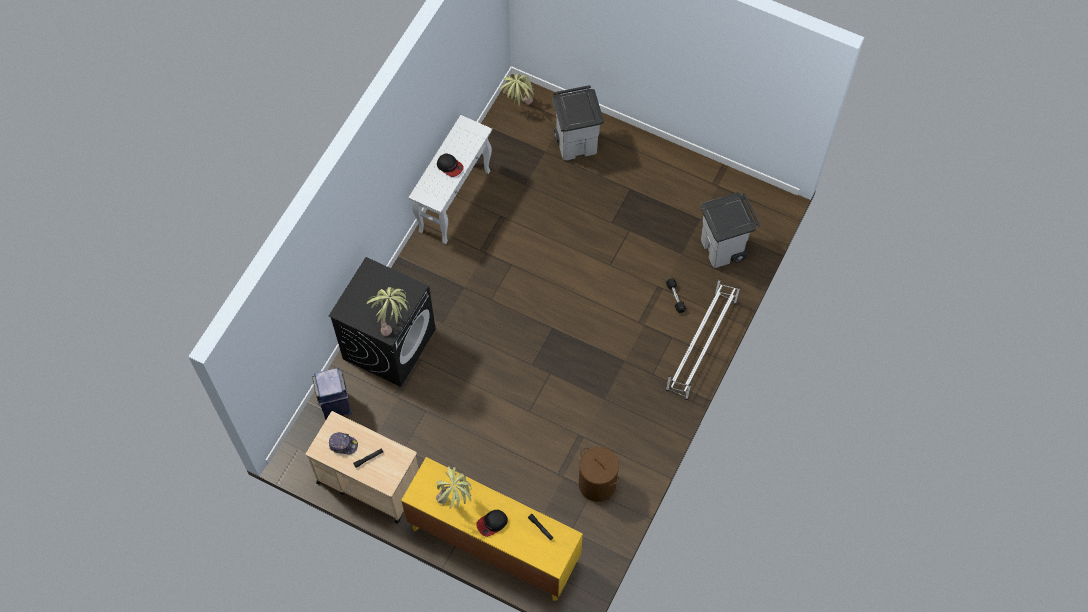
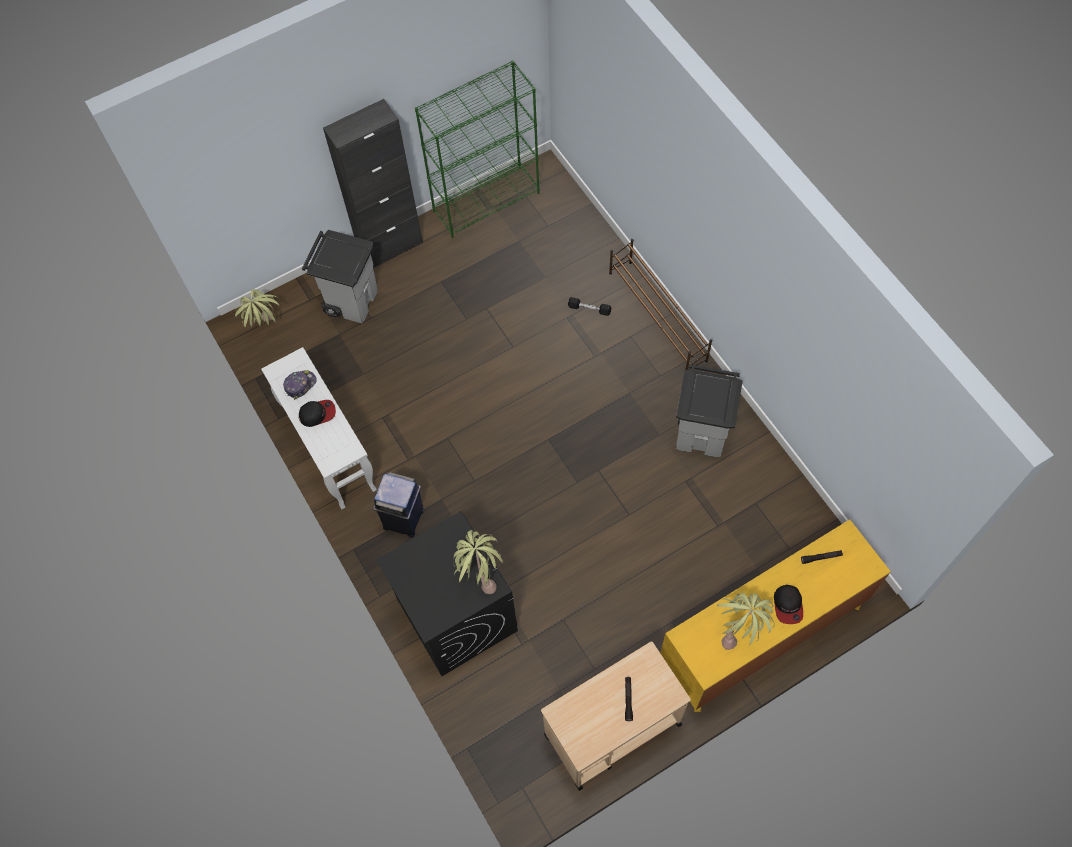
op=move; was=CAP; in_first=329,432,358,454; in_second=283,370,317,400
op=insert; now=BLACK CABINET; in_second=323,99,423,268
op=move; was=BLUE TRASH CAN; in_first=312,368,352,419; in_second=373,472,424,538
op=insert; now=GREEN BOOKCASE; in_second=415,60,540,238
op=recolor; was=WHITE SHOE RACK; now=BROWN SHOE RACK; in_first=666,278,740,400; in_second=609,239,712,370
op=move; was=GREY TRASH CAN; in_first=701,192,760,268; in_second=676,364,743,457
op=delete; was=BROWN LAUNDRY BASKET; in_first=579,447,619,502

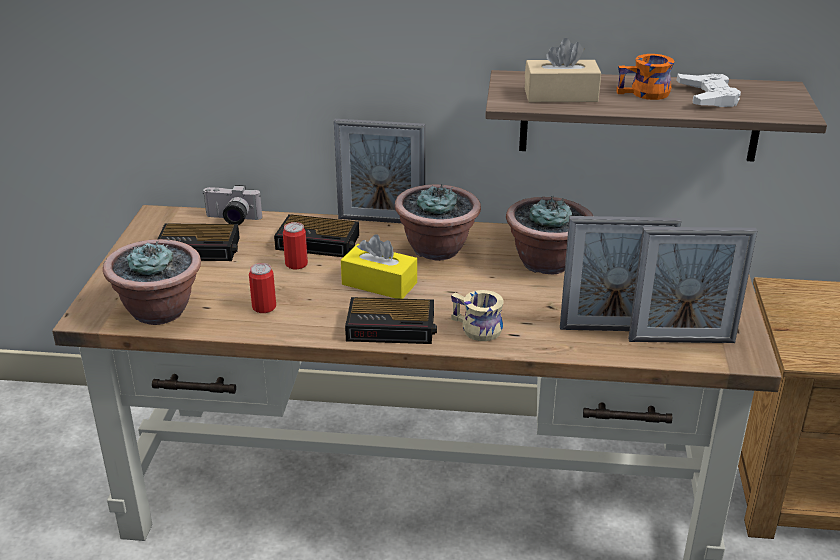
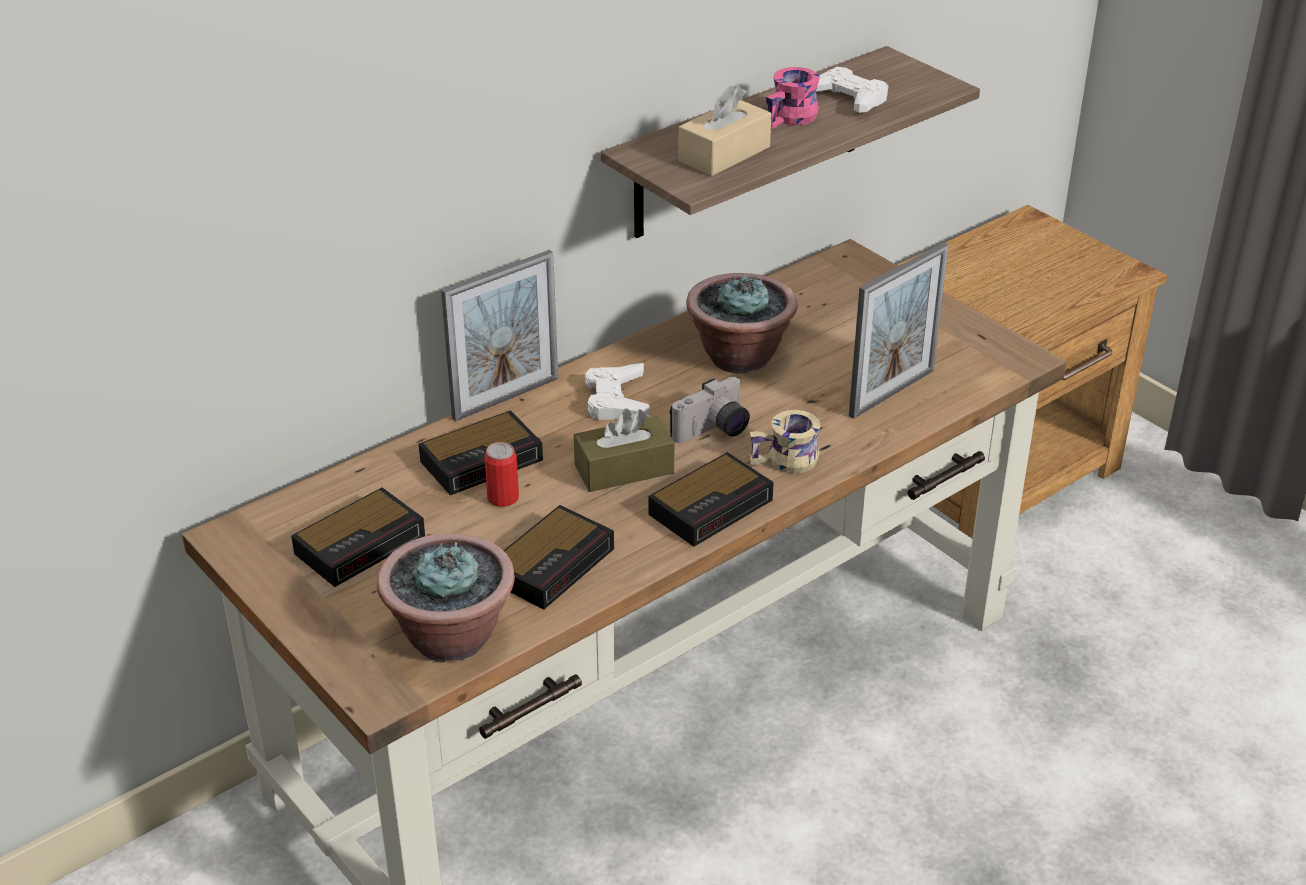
op=replace; was=CAN; now=ALARM CLOCK; in_first=249,263,276,313; in_second=504,505,614,610
op=recolor; was=YELLOW TISSUE BOX; now=BROWN TISSUE BOX; in_first=341,234,417,299; in_second=574,408,675,492
op=replace; was=POTTED PLANT; now=WHITE GAME CONTROLLER; in_first=395,184,481,261; in_second=585,363,650,420
op=move; was=PHOTO CAMERA; in_first=202,185,262,225; in_second=670,377,750,443
op=recolor; was=ORANGE MUG; now=PINK MUG; in_first=616,54,674,100; in_second=766,67,820,130
op=delete; was=PICTURE FRAME; in_first=628,227,757,343

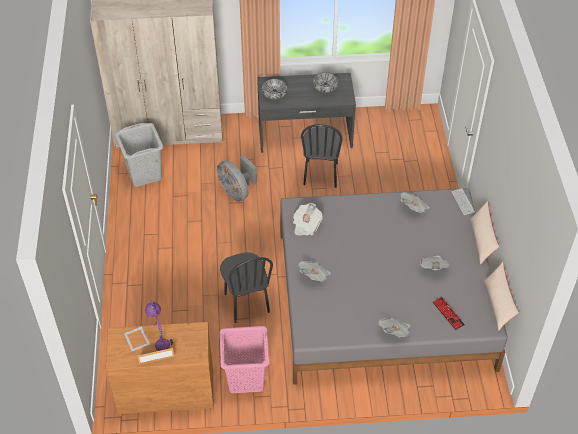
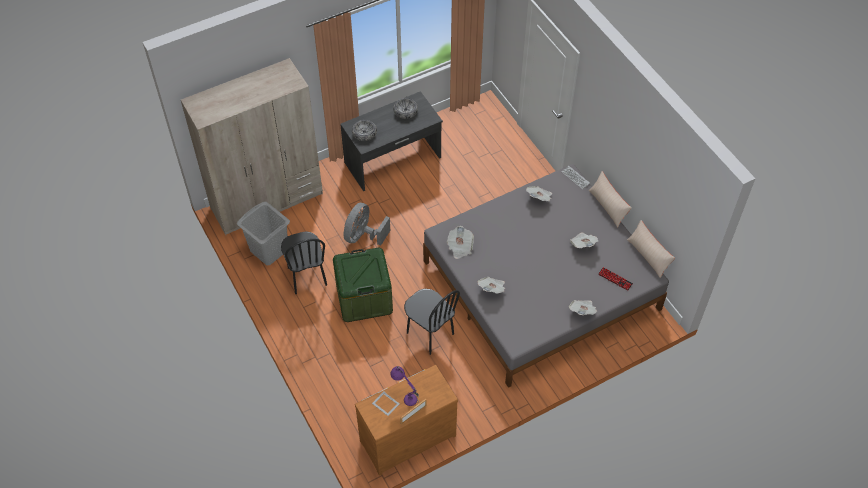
op=move; was=BLACK CHAIR; in_first=301,124,343,188; in_second=281,231,327,294
op=insert; now=GREEN STORAGE BOX; in_second=333,248,393,322
op=rotate; was=GREY FAN; in_first=217,155,257,202; in_second=344,203,390,246; clockwise=90
op=delete; was=PINK LAUNDRY BASKET; in_first=220,326,269,393

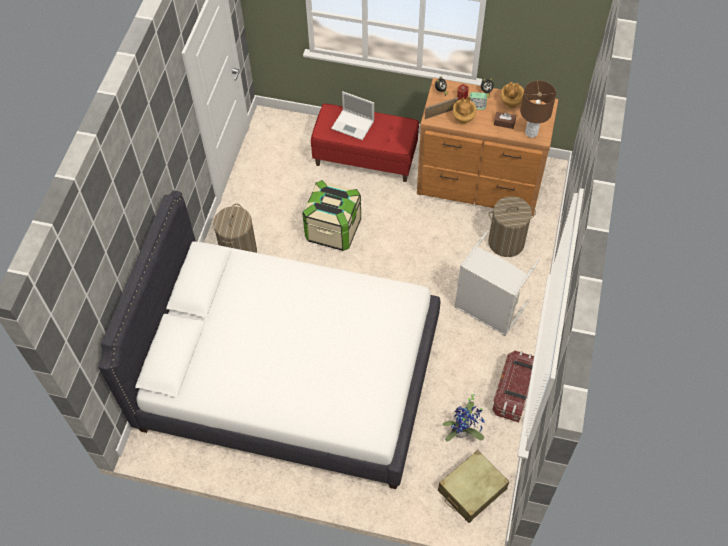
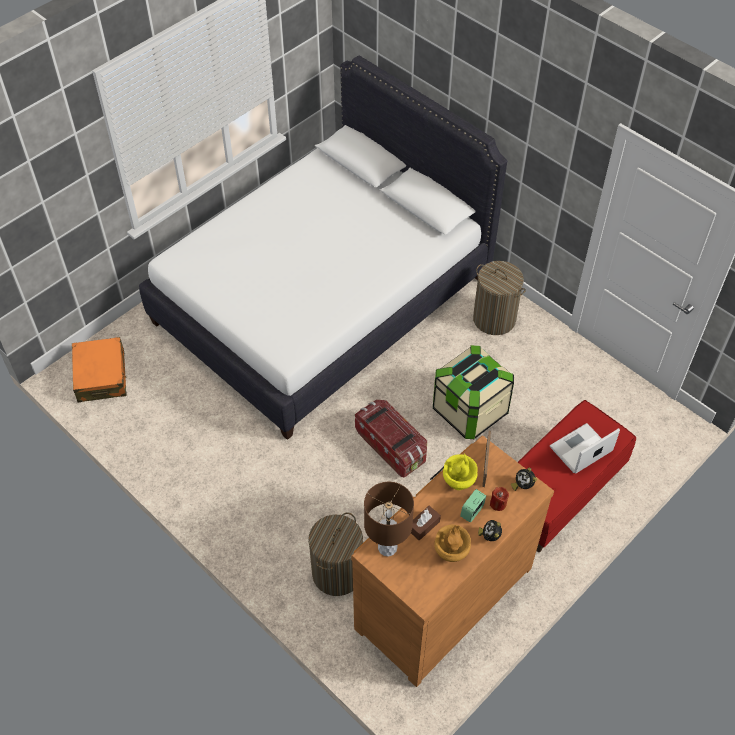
op=recolor; was=BEIGE SUITCASE; now=ORANGE SUITCASE; in_first=438,450,509,523; in_second=72,337,127,402
op=move; was=STORAGE BOX; in_first=492,351,534,422; in_second=355,400,427,478
op=recolor; was=BROWN VASE; now=YELLOW VASE; in_first=453,97,476,125; in_second=443,453,478,490
op=delete; was=POTTED PLANT; in_first=443,392,484,442
op=delete; was=GREY LAUNDRY BASKET; in_first=455,231,540,336

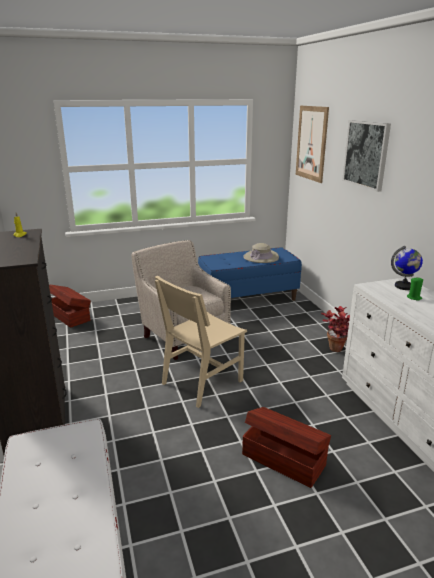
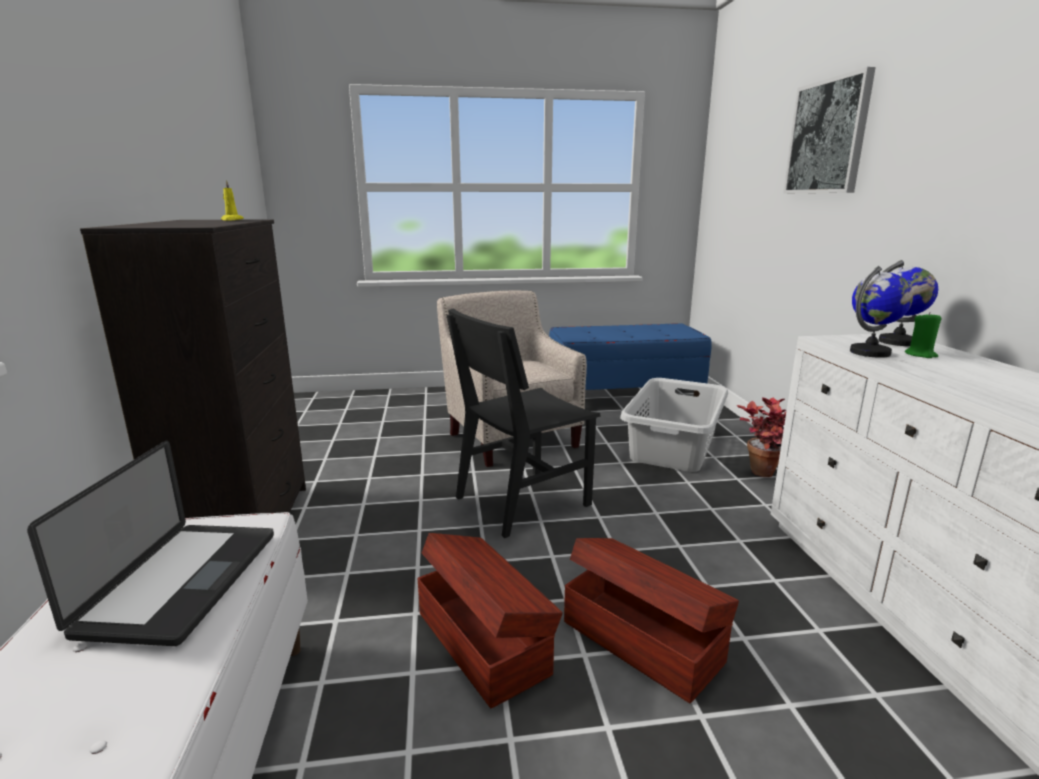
op=insert; now=LAPTOP; in_second=27,441,274,646
op=move; was=BROWN STORAGE BOX; in_first=49,284,91,328; in_second=417,533,563,708
op=recolor; was=BEIGE CHAIR; now=BLACK CHAIR; in_first=155,276,247,408; in_second=447,308,601,538
op=insert; now=GREY LAUNDRY BASKET; in_second=620,378,728,472
op=insert; now=GLOBE; in_second=850,266,913,358
op=delete; was=BEIGE HAT; in_first=243,243,279,263
op=delete; was=PICTURE; in_first=296,106,329,183

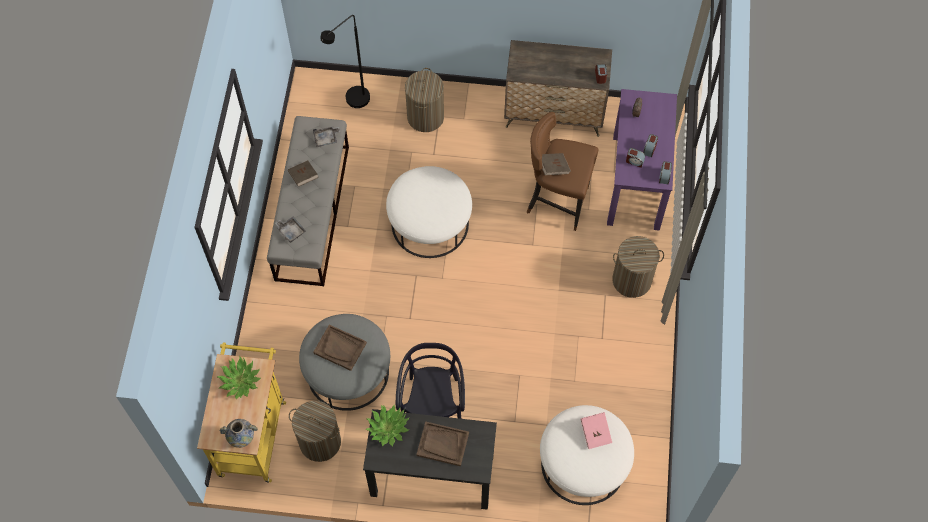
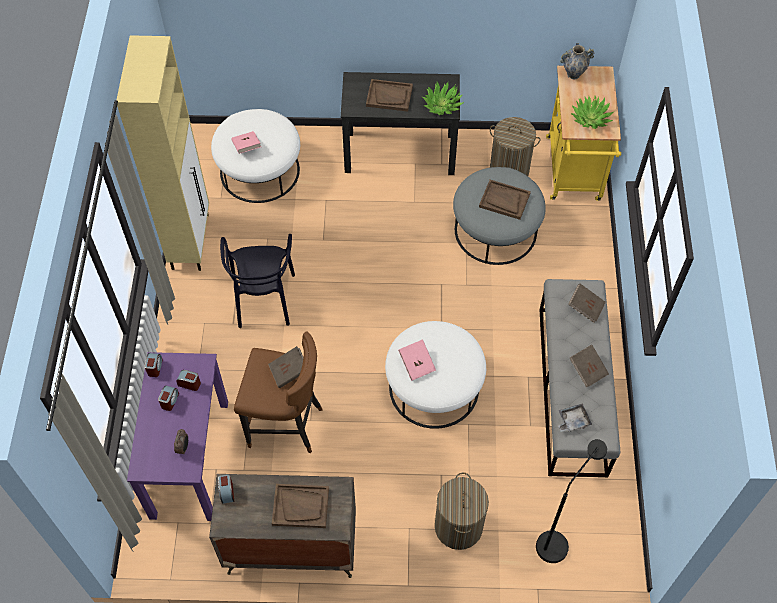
op=insert; now=BEIGE CABINET; in_second=117,35,209,271
op=move; was=BLACK CHAIR; in_first=396,343,465,419; in_second=220,234,295,328
op=insert; now=BROWN TRAY; in_second=272,484,329,528
op=insert; now=PINK BOOK; in_second=398,339,436,381
op=replace; was=GREY TRAY; now=BROWN BOOK; in_first=275,217,306,243; in_second=568,284,606,323
op=delete; was=LAUNDRY BASKET; in_first=612,236,664,298

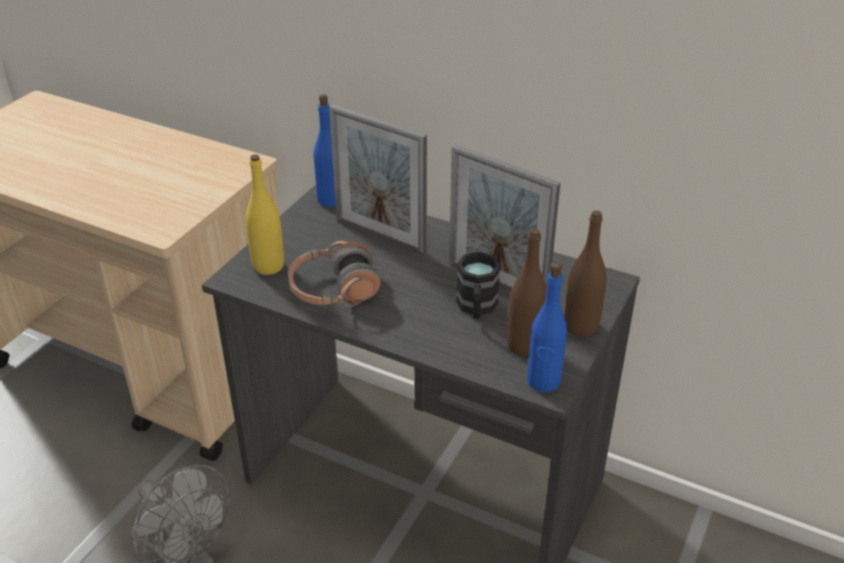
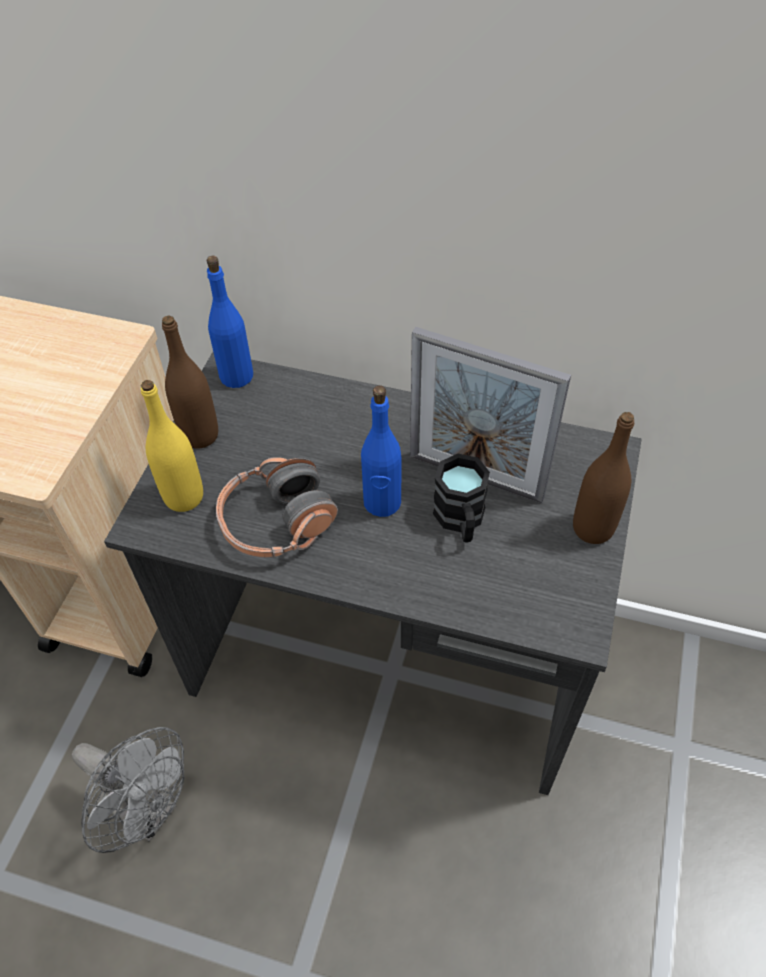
op=move; was=BROWN BOTTLE; in_first=507,228,547,356; in_second=162,316,218,449
op=move; was=BLUE BOTTLE; in_first=527,262,567,392; in_second=361,385,401,517
op=delete; was=PICTURE FRAME; in_first=329,104,427,254

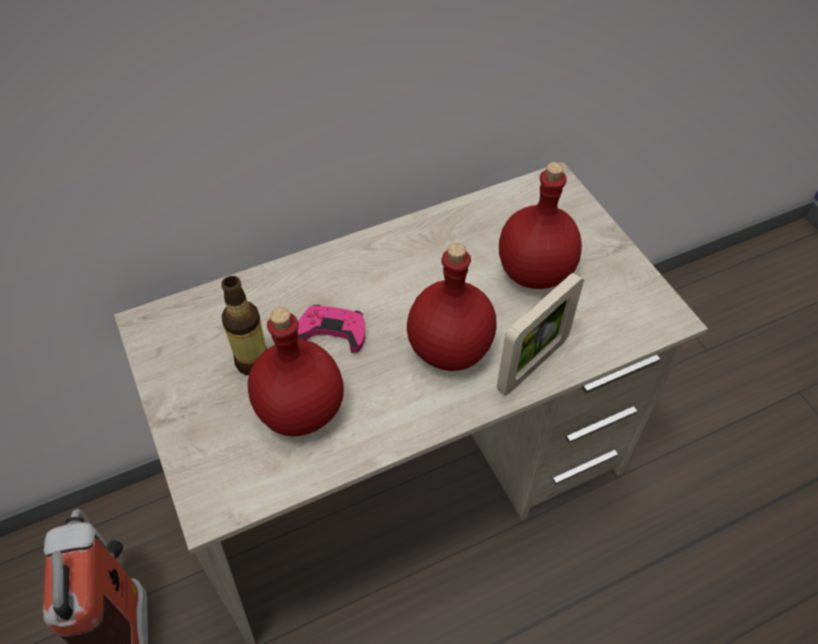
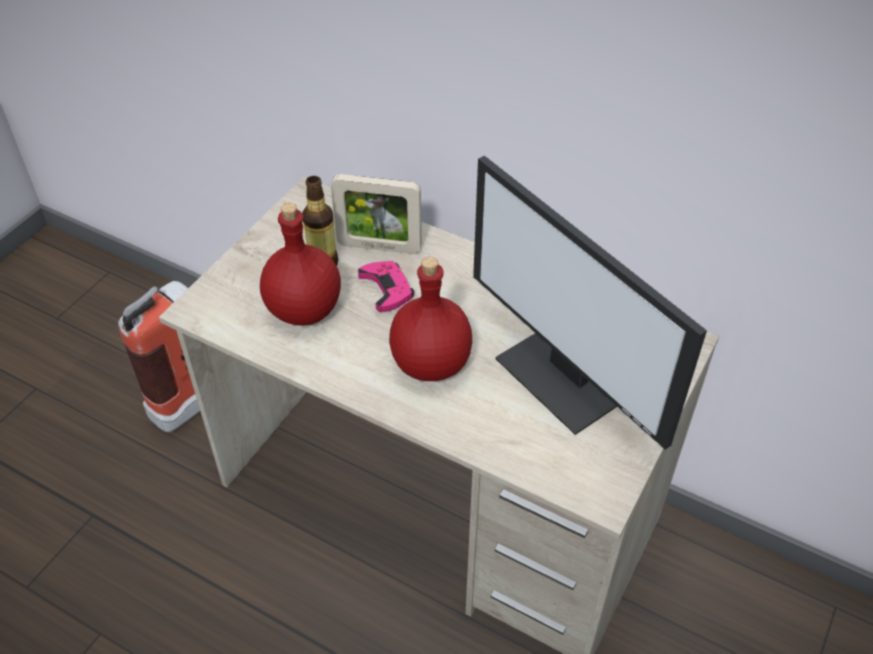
op=move; was=PICTURE FRAME; in_first=497,273,584,395; in_second=331,174,422,254
op=replace; was=RED BOTTLE; now=MONITOR; in_first=499,162,582,289; in_second=473,156,707,450

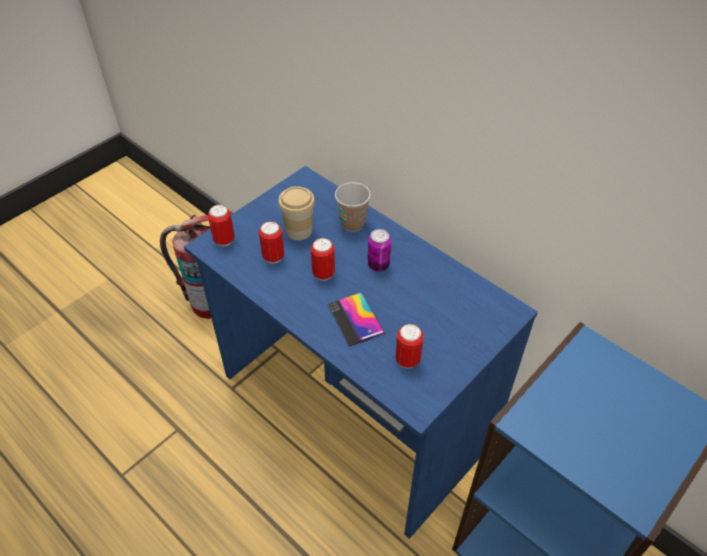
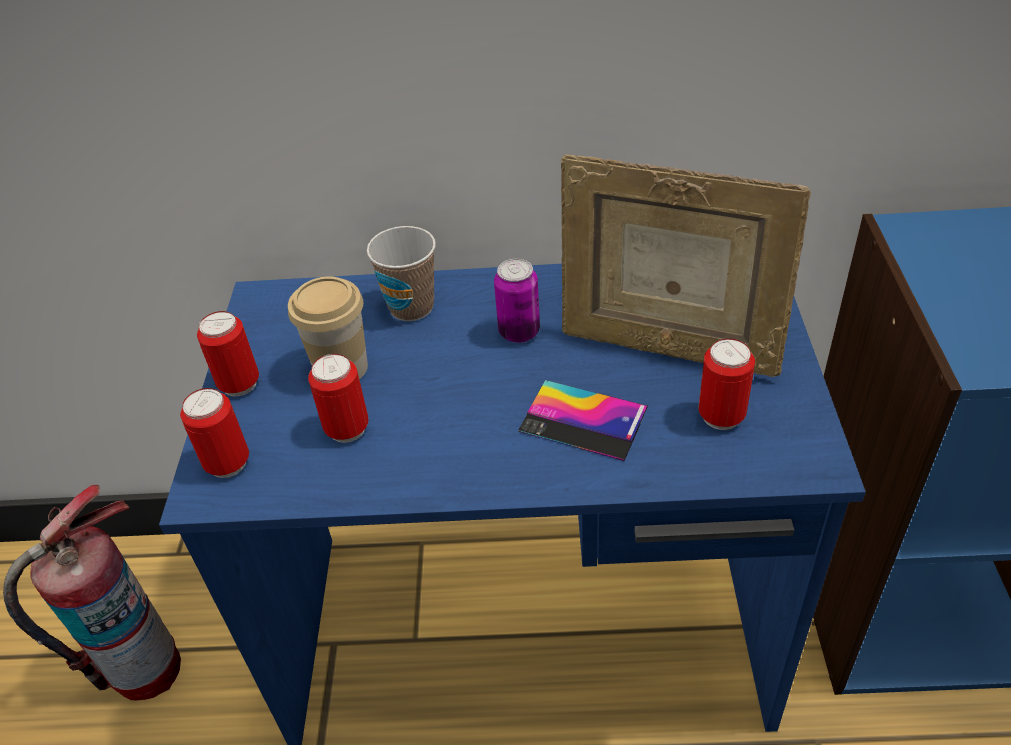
op=move; was=CAN; in_first=311,238,335,281; in_second=197,311,259,397
op=insert; now=PICTURE FRAME; in_second=561,155,811,377

